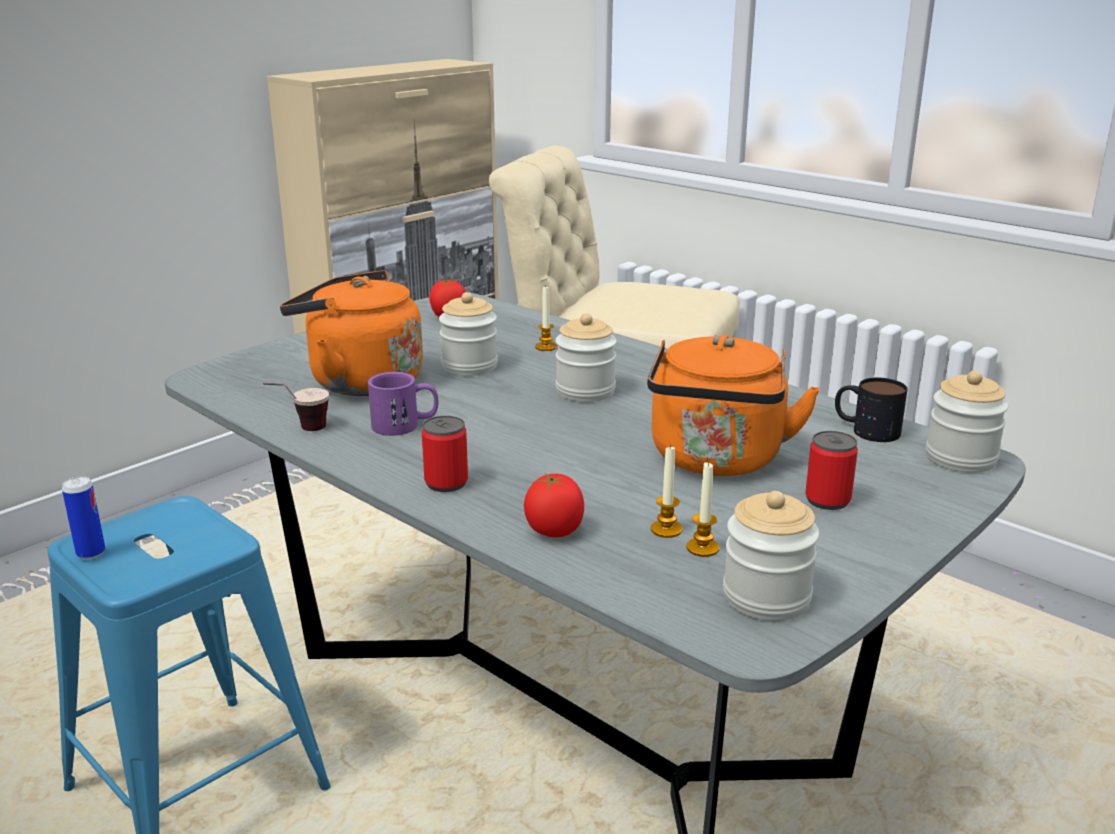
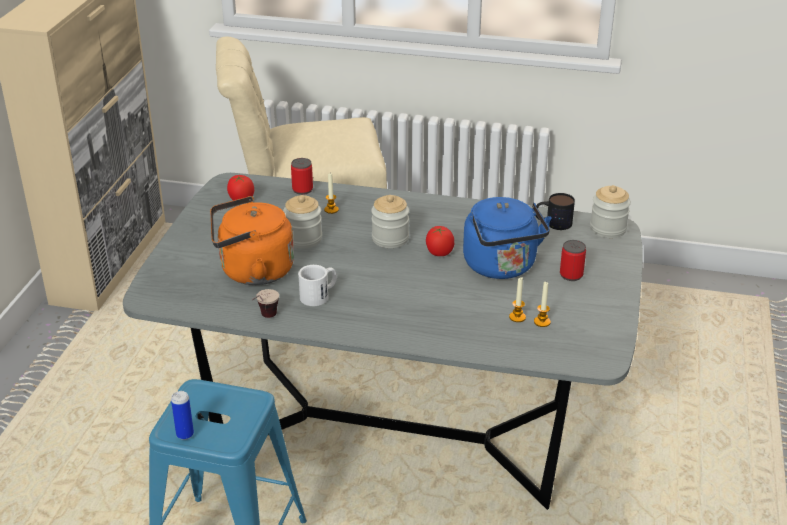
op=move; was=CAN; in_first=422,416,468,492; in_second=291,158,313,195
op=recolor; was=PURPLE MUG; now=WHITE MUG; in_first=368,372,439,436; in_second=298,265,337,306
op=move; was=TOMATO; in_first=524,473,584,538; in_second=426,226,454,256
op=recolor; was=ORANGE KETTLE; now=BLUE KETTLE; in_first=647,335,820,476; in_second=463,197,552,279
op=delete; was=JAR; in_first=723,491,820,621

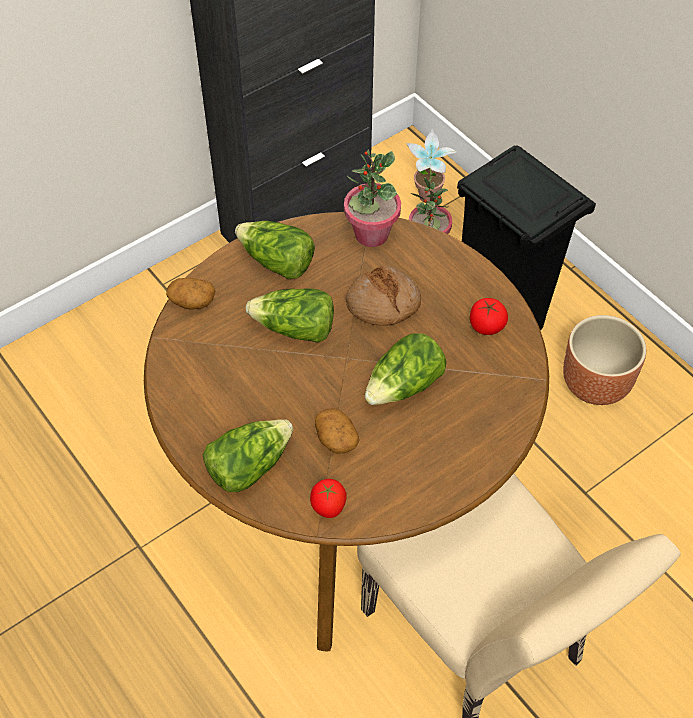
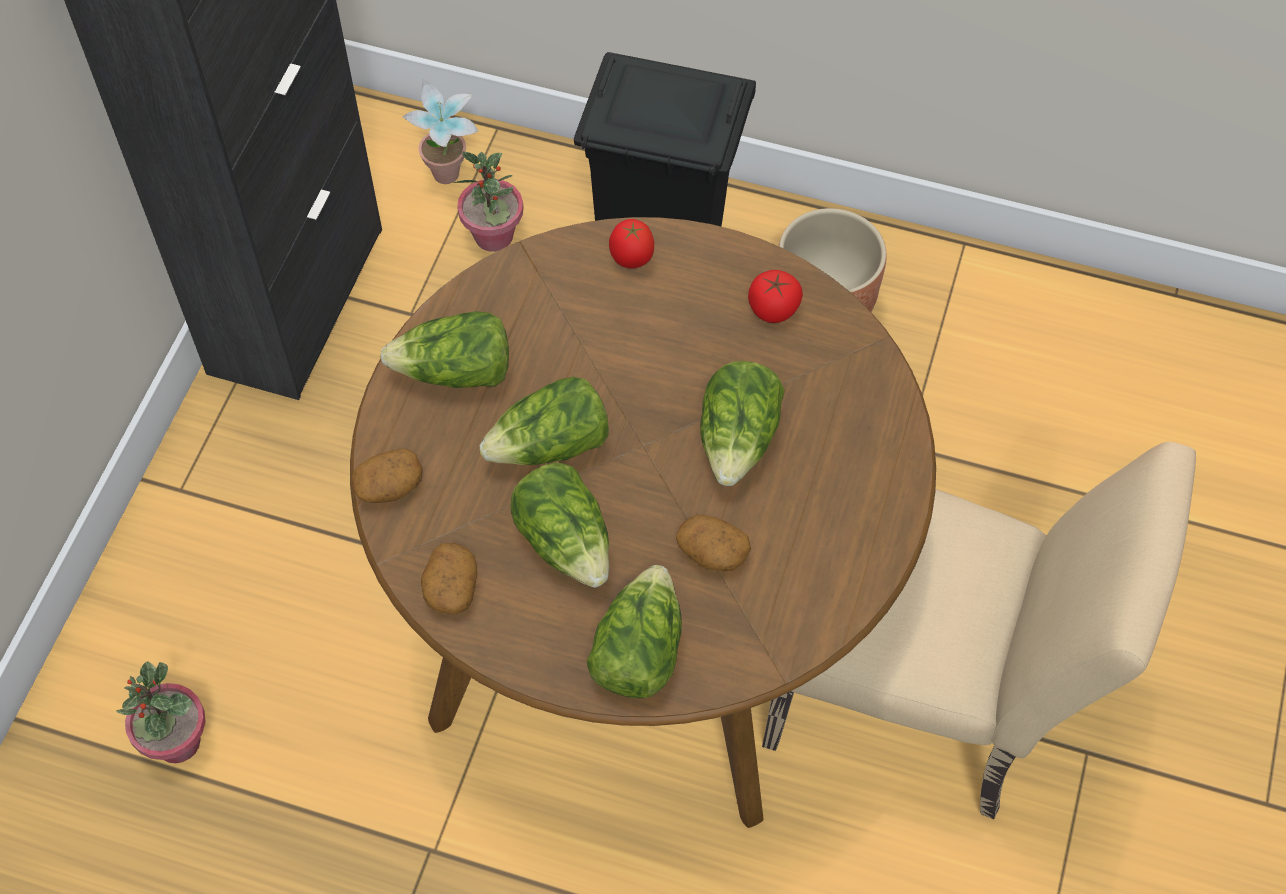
op=move; was=POTTED PLANT; in_first=344,149,401,247; in_second=116,661,206,763
op=insert; now=POTATO; in_second=421,543,477,614
op=insert; now=LETTUCE; in_second=511,463,609,588
op=move; was=TOMATO; in_first=310,479,347,518; in_second=609,219,654,269
op=delete; was=BREAD; in_first=346,266,421,326

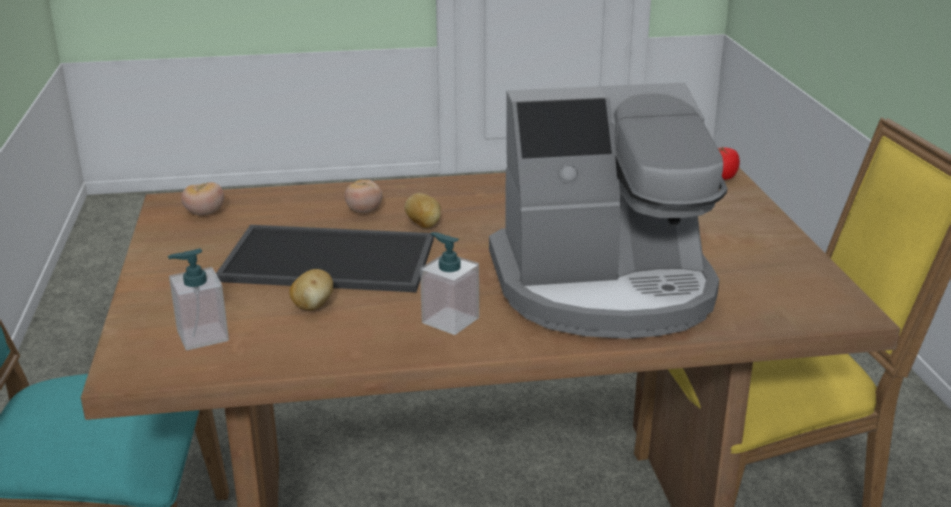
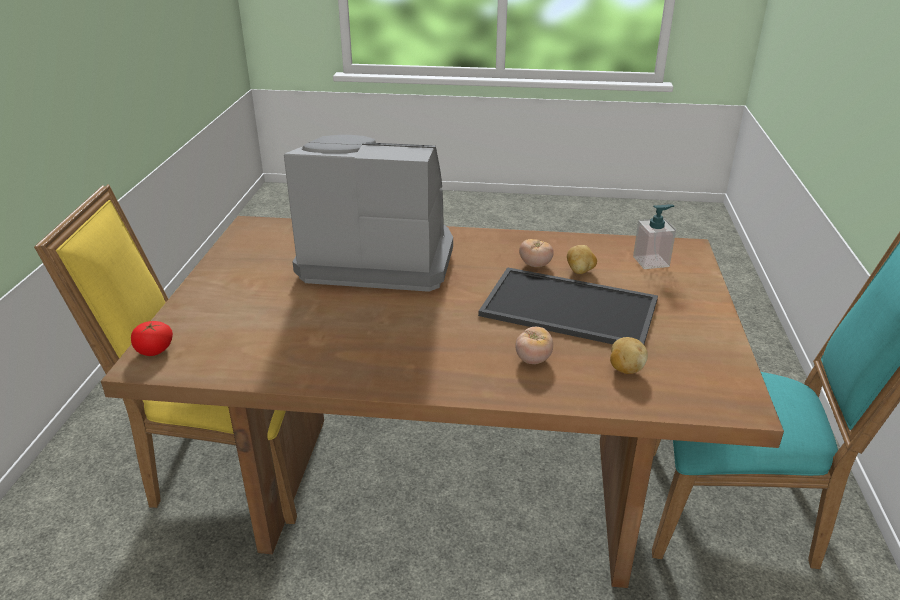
op=move; was=TOMATO; in_first=181,182,224,216; in_second=519,239,554,267
op=move; was=POTATO; in_first=405,193,441,228; in_second=610,337,648,374
op=delete; was=SOAP DISPENSER; in_first=420,232,479,335

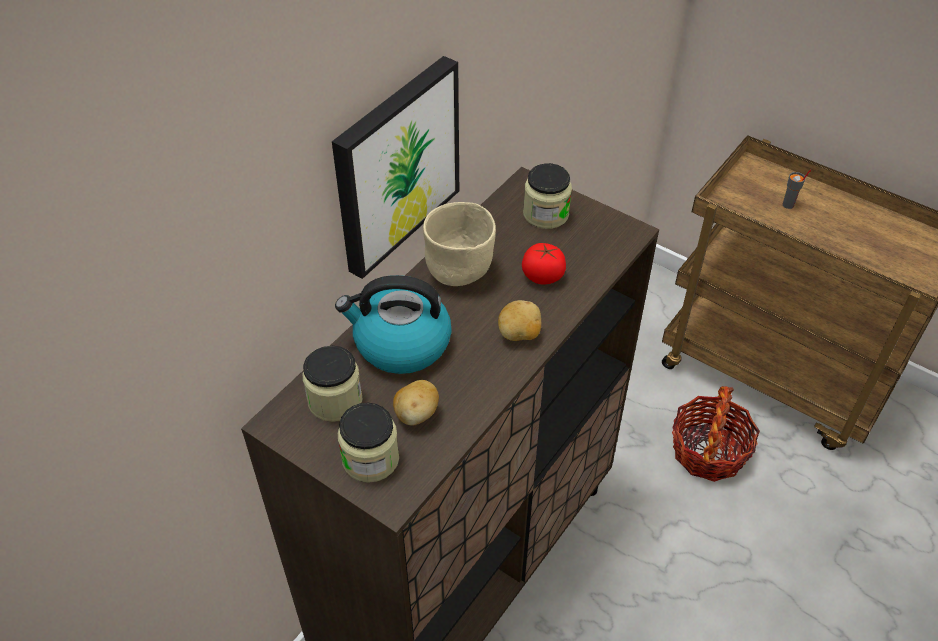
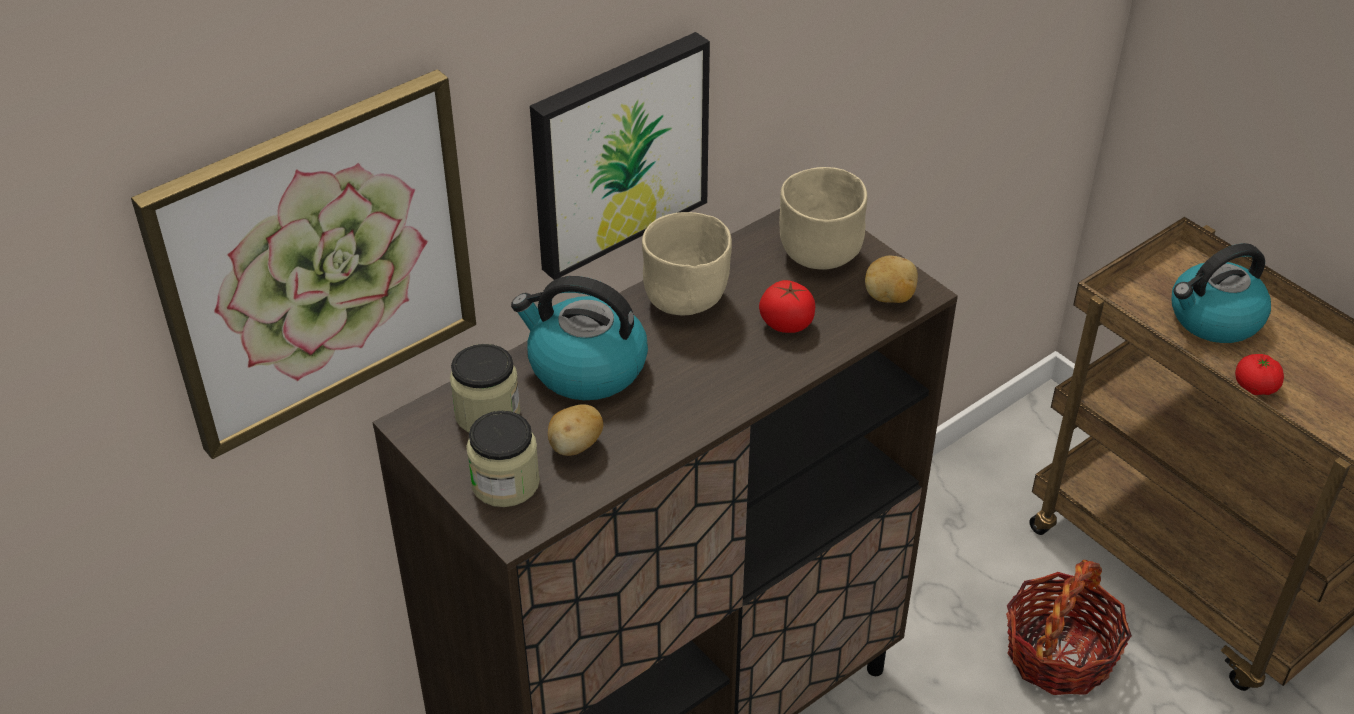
op=insert; now=PICTURE; in_second=131,69,476,459
op=replace; was=JAR; now=BEIGE BOWL; in_first=523,163,572,229; in_second=779,167,867,269
op=move; was=POTATO; in_first=498,300,541,341; in_second=865,256,918,303
op=replace; was=GREY CUP; now=KETTLE; in_first=782,169,811,209; in_second=1172,243,1271,343
op=insert; now=TOMATO; in_second=1235,354,1284,395

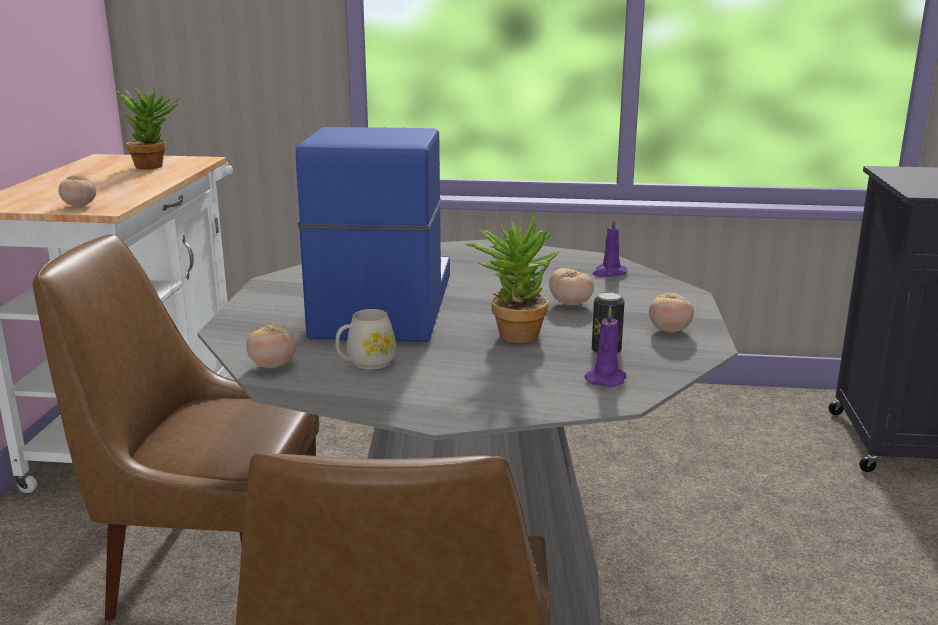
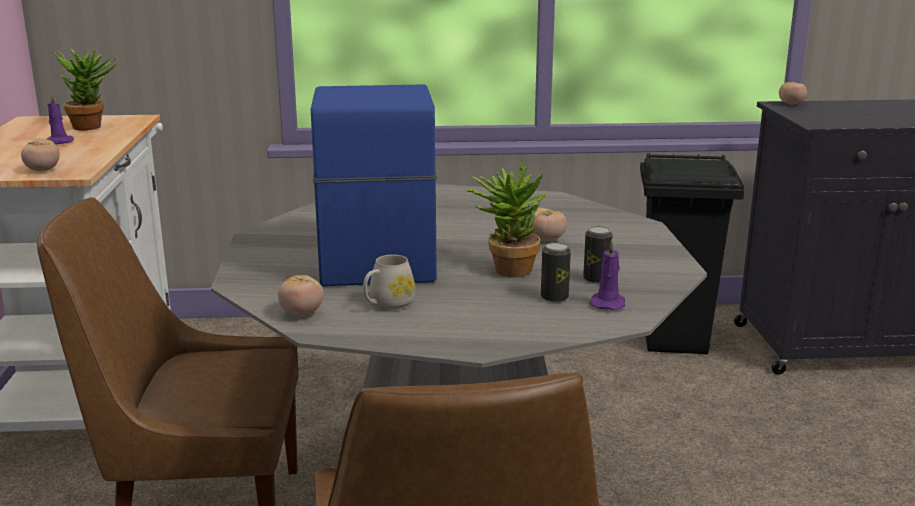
op=move; was=PURPLE CANDLE; in_first=592,216,628,277; in_second=47,93,74,145
op=insert; now=CAN; in_second=541,242,571,302
op=insert; now=BLACK TRASH CAN; in_second=640,153,745,354
op=move; was=TOMATO; in_first=649,293,694,333; in_second=779,82,807,105

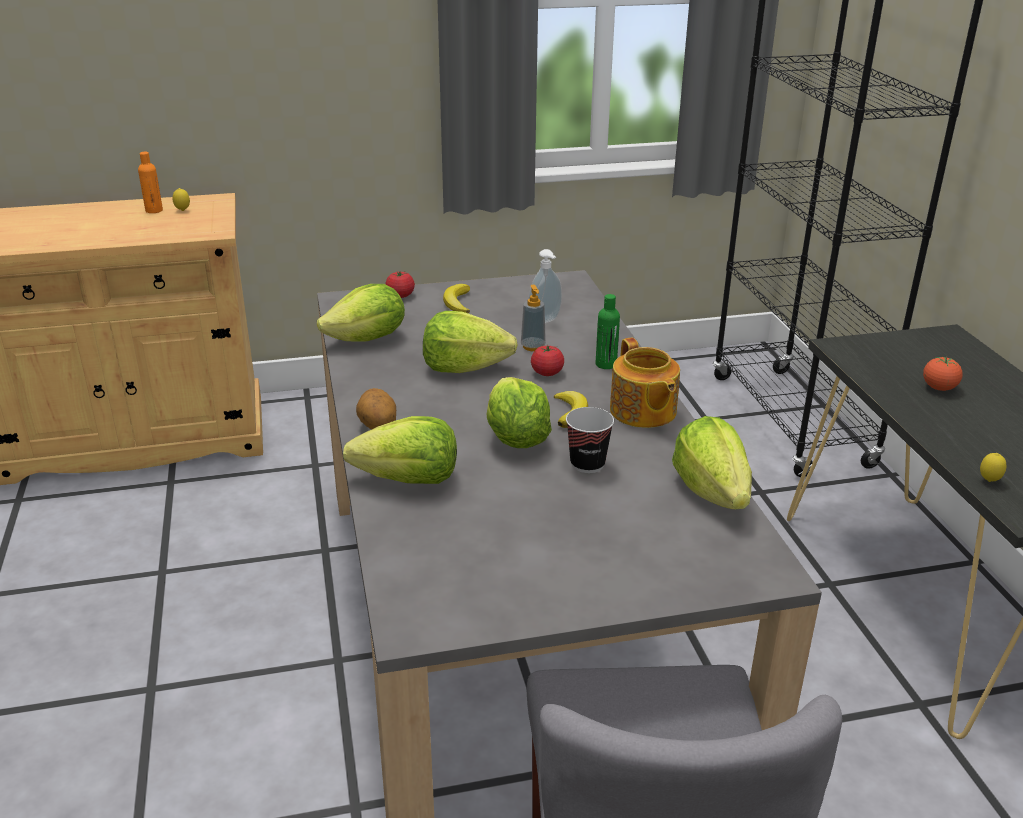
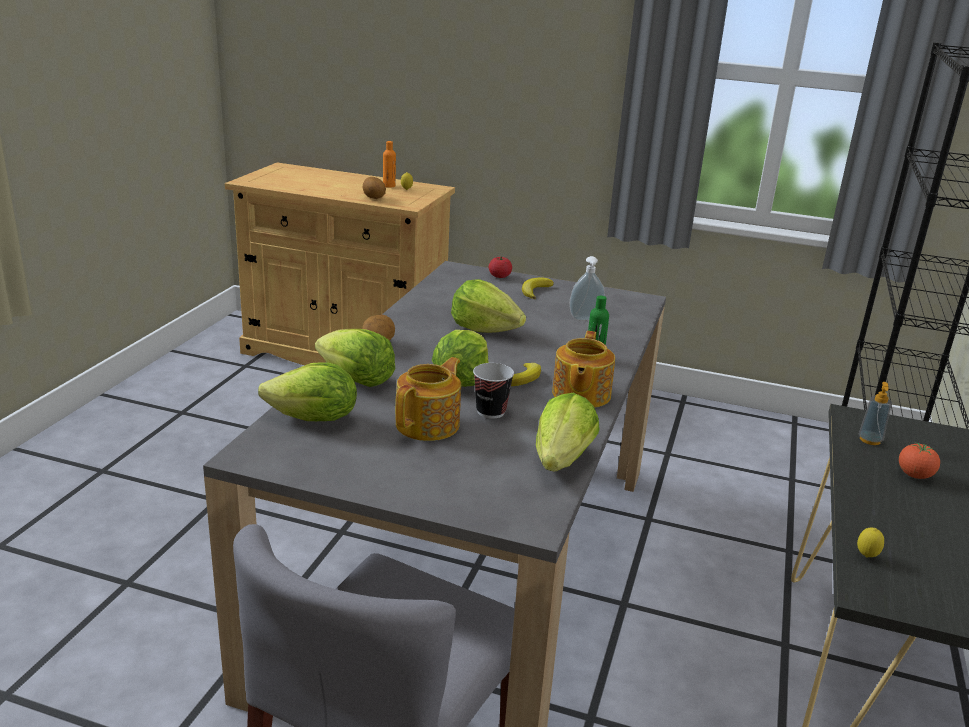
op=move; was=LETTUCE; in_first=317,284,405,341; in_second=258,362,357,421
op=insert; now=POTATO; in_second=363,177,386,199
op=insert; now=TEAPOT; in_second=395,357,461,441
op=move; was=SOAP DISPENSER; in_first=521,285,546,351; in_second=859,382,892,445
op=delete; was=TOMATO; in_first=531,345,564,376

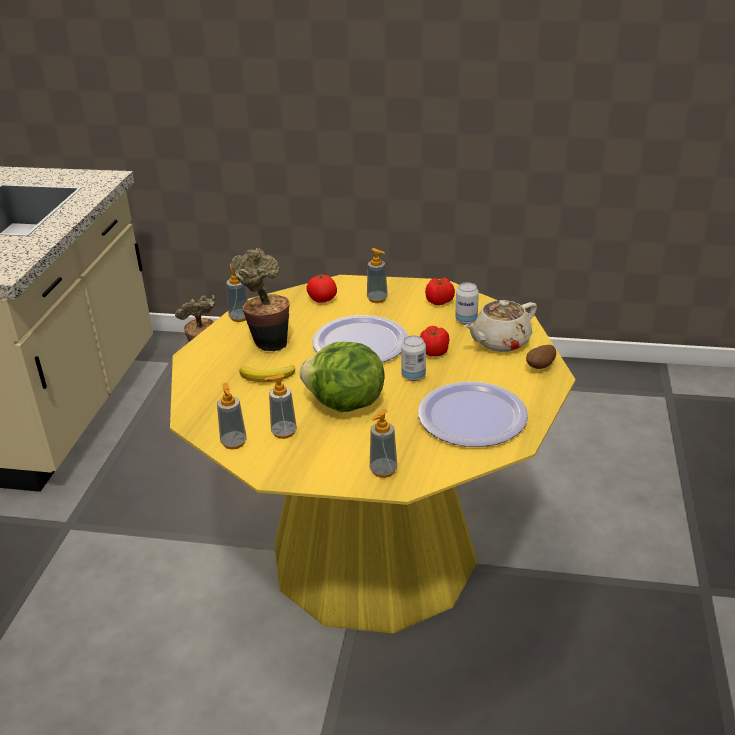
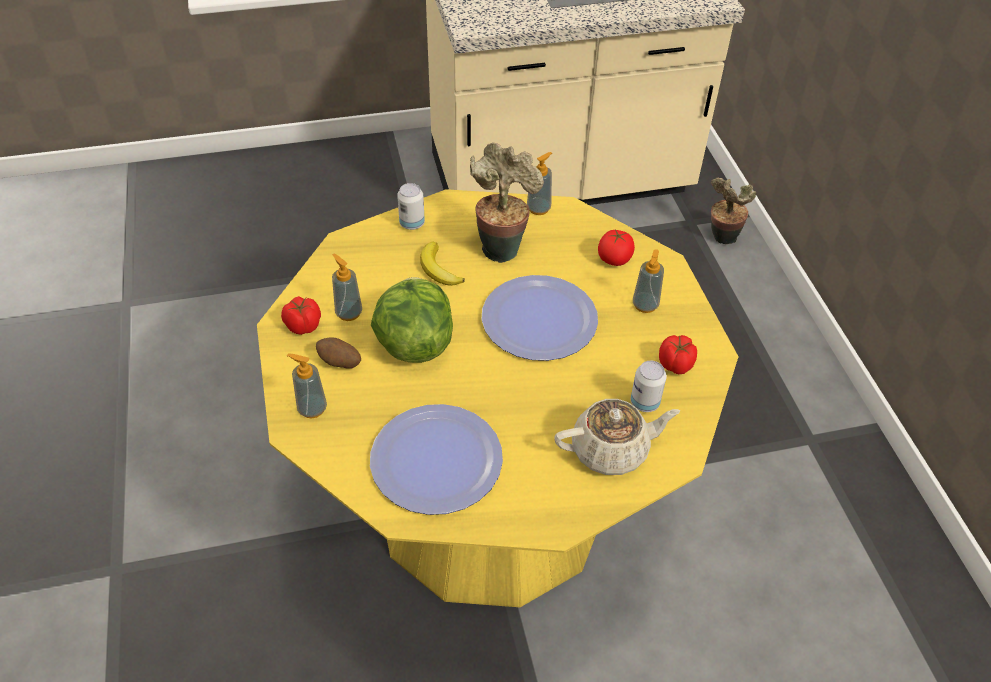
op=move; was=TOMATO; in_first=420,326,449,357; in_second=281,296,321,335
op=move; was=POTATO; in_first=526,345,556,369; in_second=316,337,361,369
op=move; was=CAN; in_first=401,335,426,381; in_second=397,183,425,230
op=rotate; was=BEIGE TEAPOT; in_first=464,300,537,352; in_second=554,399,680,475; clockwise=135
op=delete; was=SOAP DISPENSER; in_first=217,383,247,449

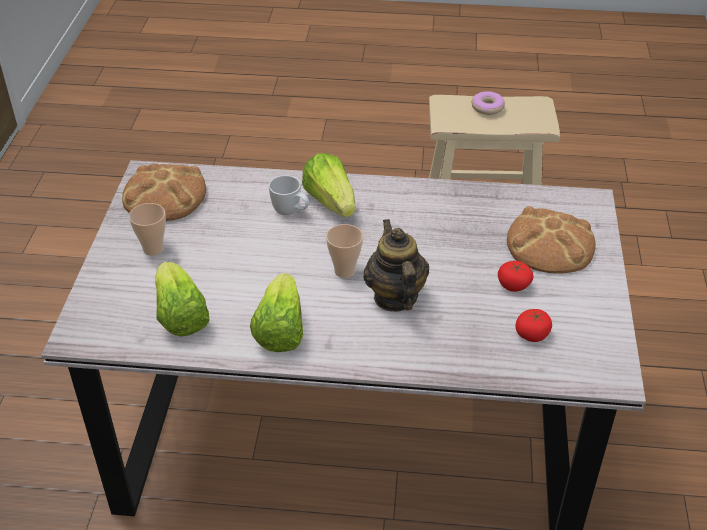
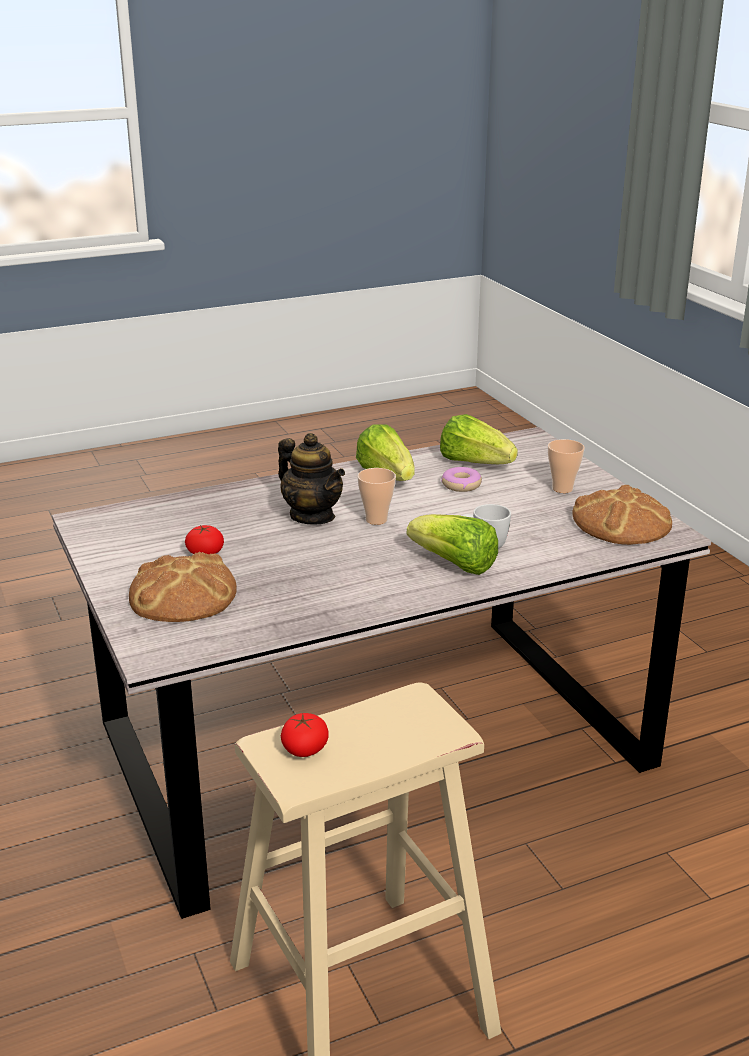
op=move; was=TOMATO; in_first=515,309,552,342; in_second=281,713,329,757
op=move; was=DONUT; in_first=471,91,505,115; in_second=441,467,482,492

